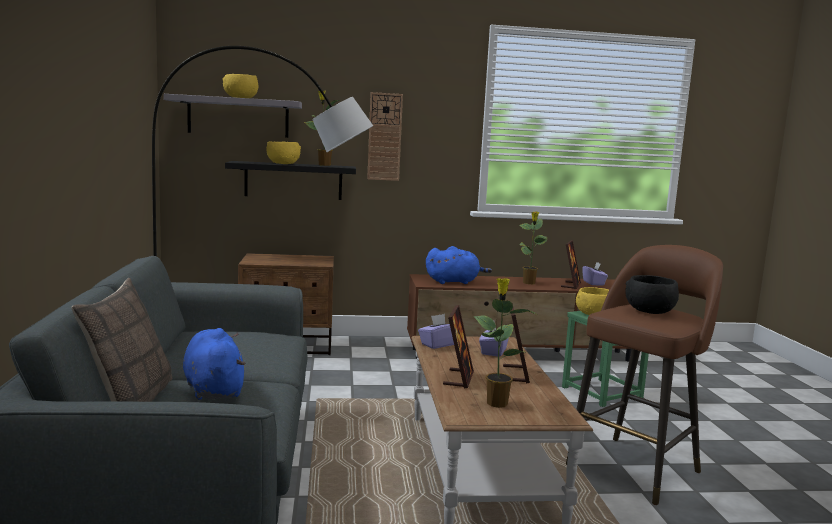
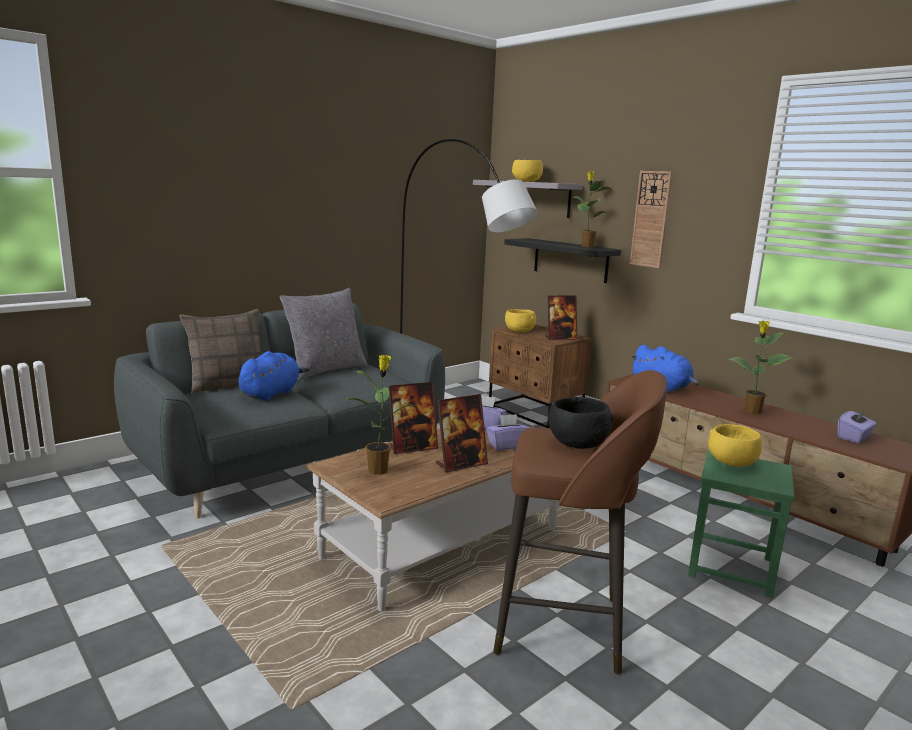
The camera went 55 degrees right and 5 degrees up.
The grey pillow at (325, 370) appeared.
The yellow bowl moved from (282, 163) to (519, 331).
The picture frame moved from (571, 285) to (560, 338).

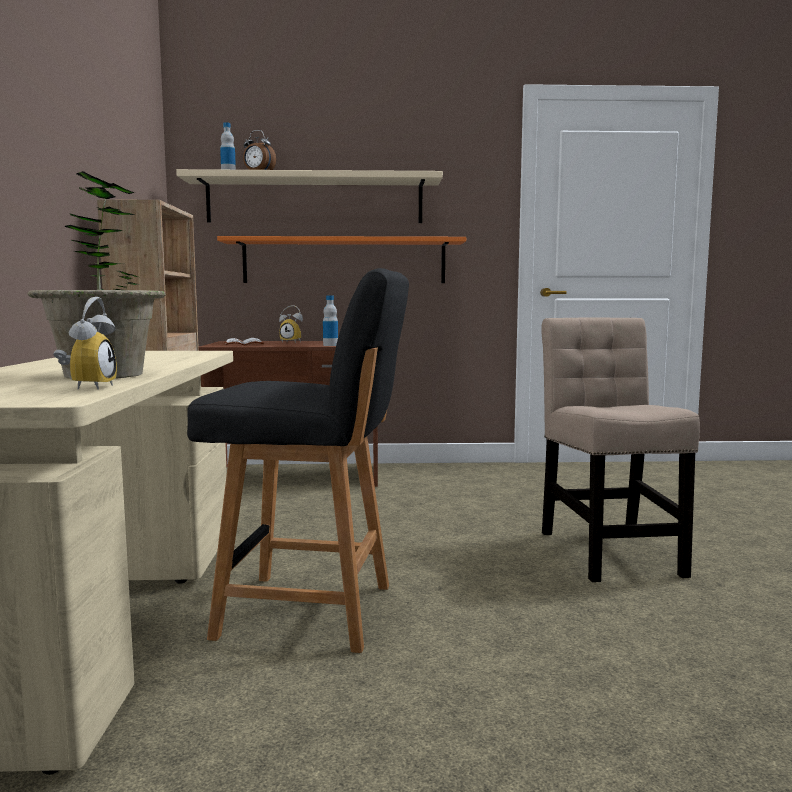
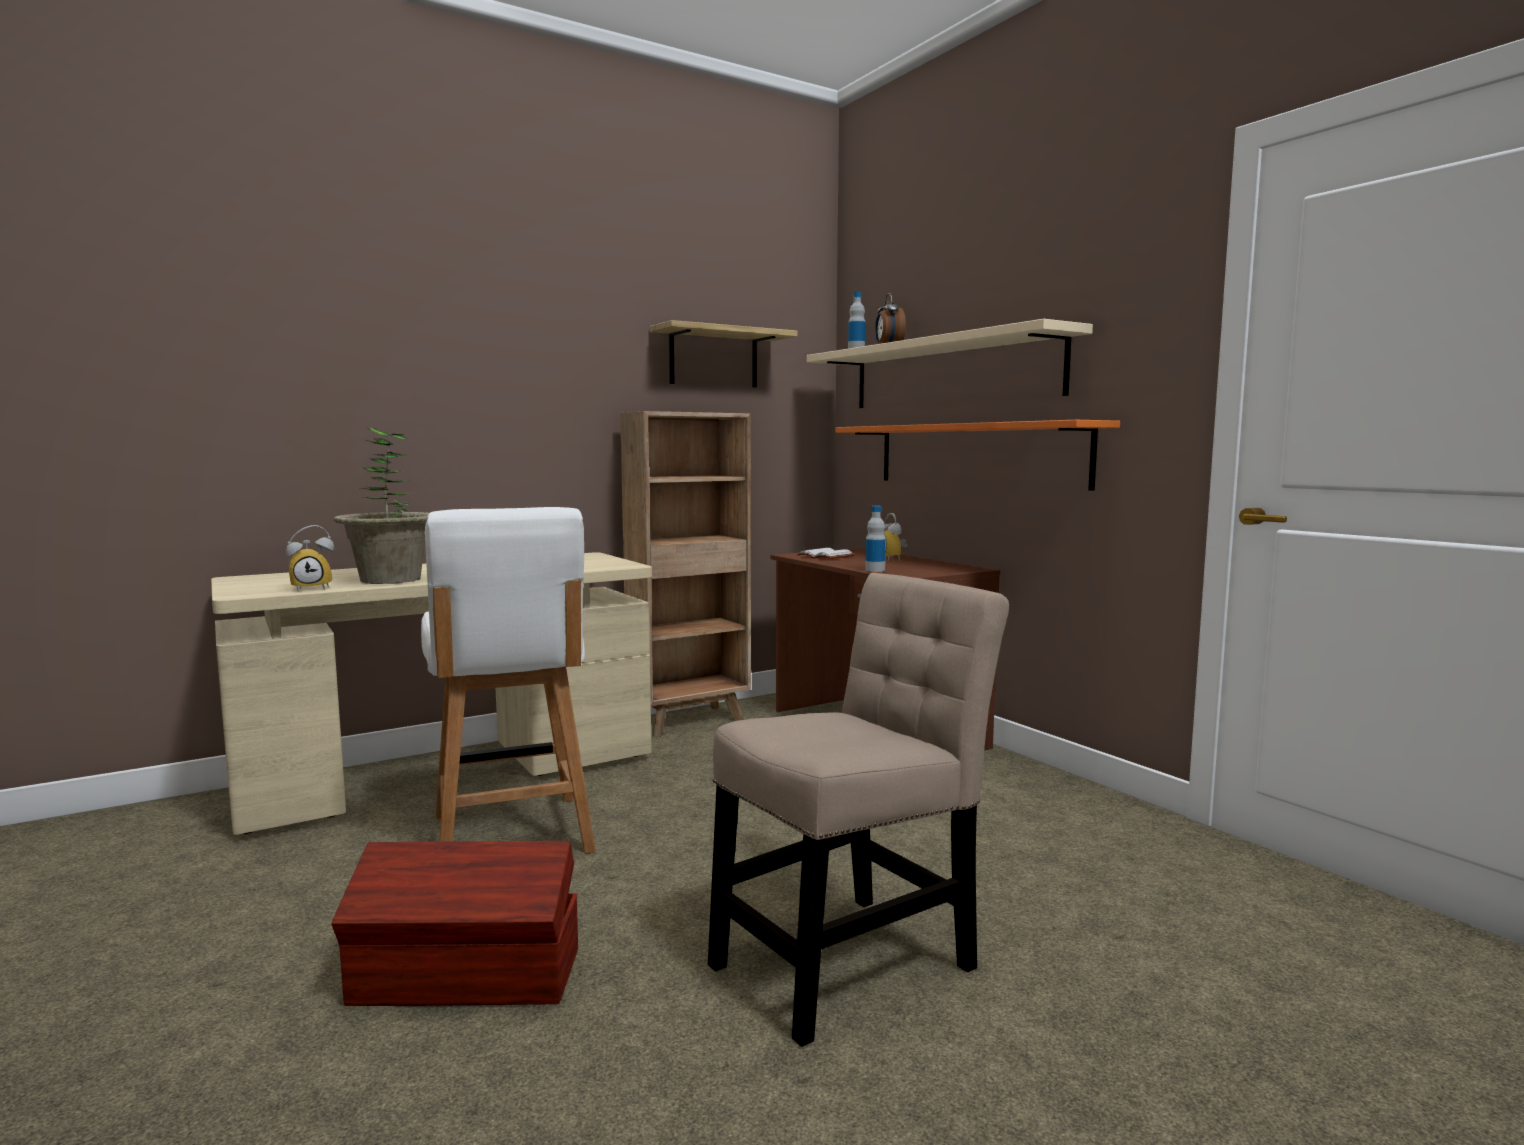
The camera went 60 degrees right and 0 degrees up.
The brown storage box at (468, 978) appeared.
The shelf at (713, 358) appeared.
The black chair at (311, 611) became the white chair at (511, 836).

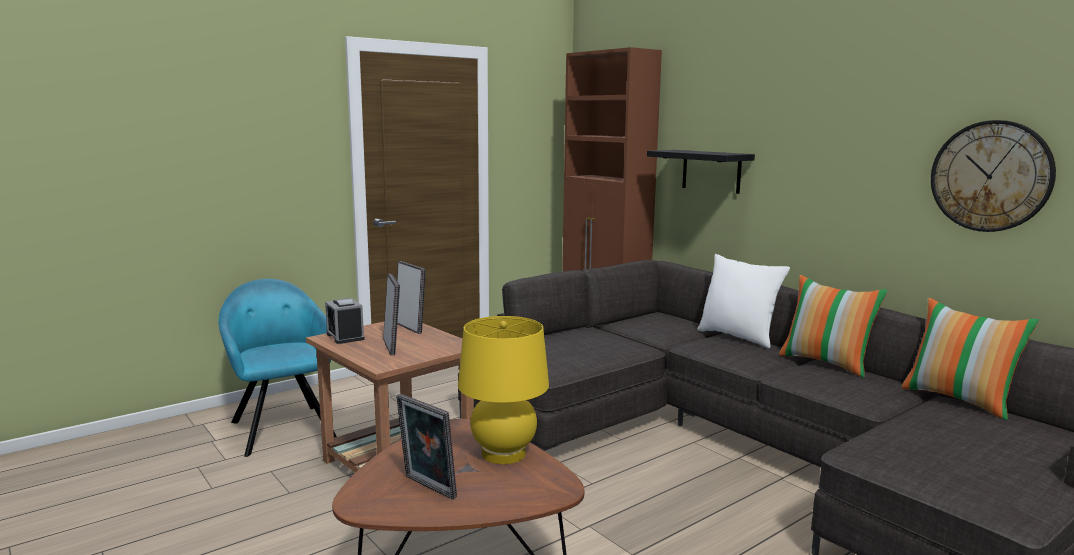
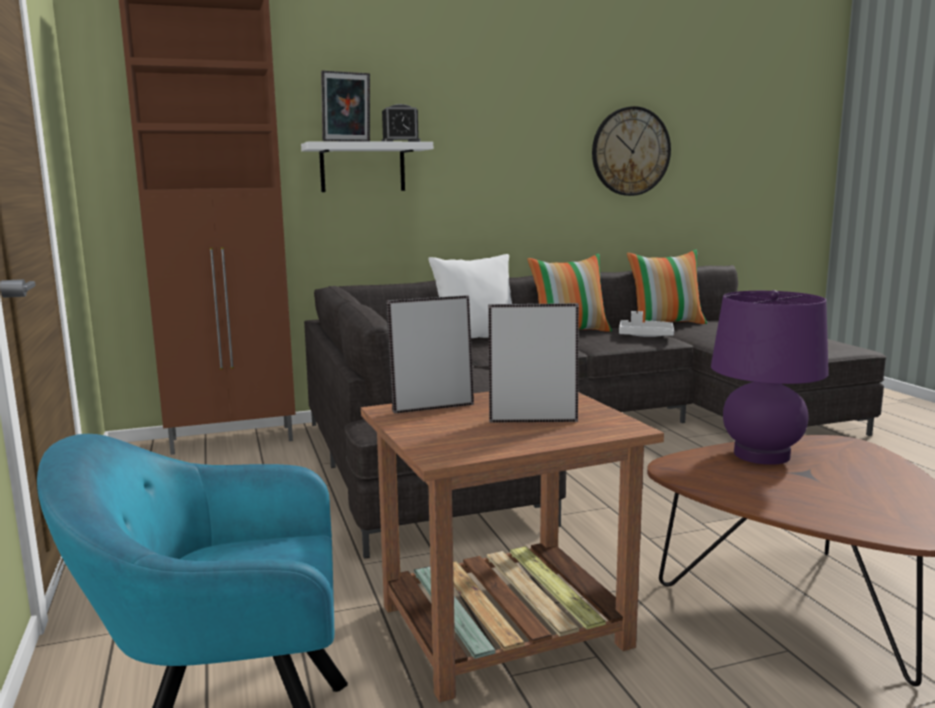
The camera went 70 degrees left and 0 degrees up.
The white tray at (645, 336) appeared.
The alarm clock moved from (345, 336) to (400, 142).
The picture frame moved from (427, 488) to (347, 141).
The yellow table lamp at (503, 453) became the purple table lamp at (761, 455).
The black shelf at (711, 171) became the white shelf at (362, 167).

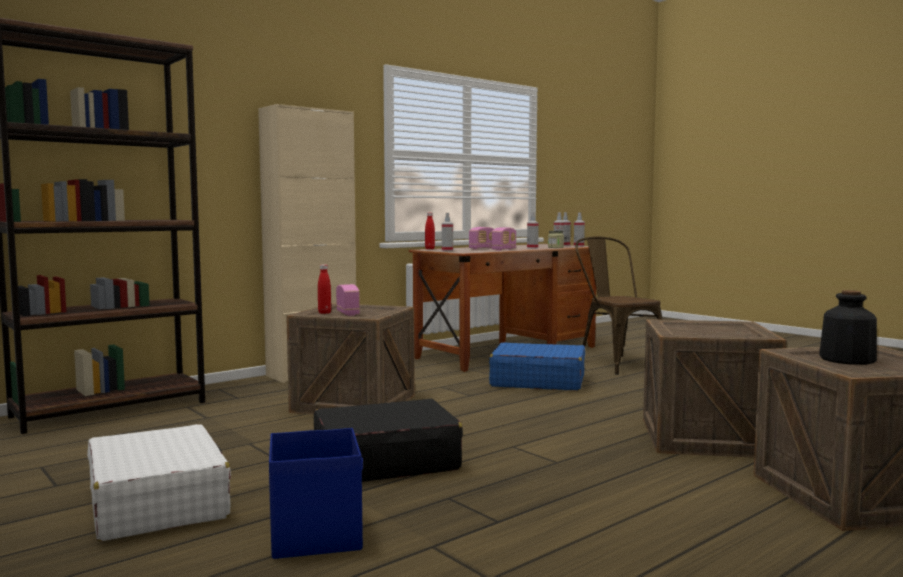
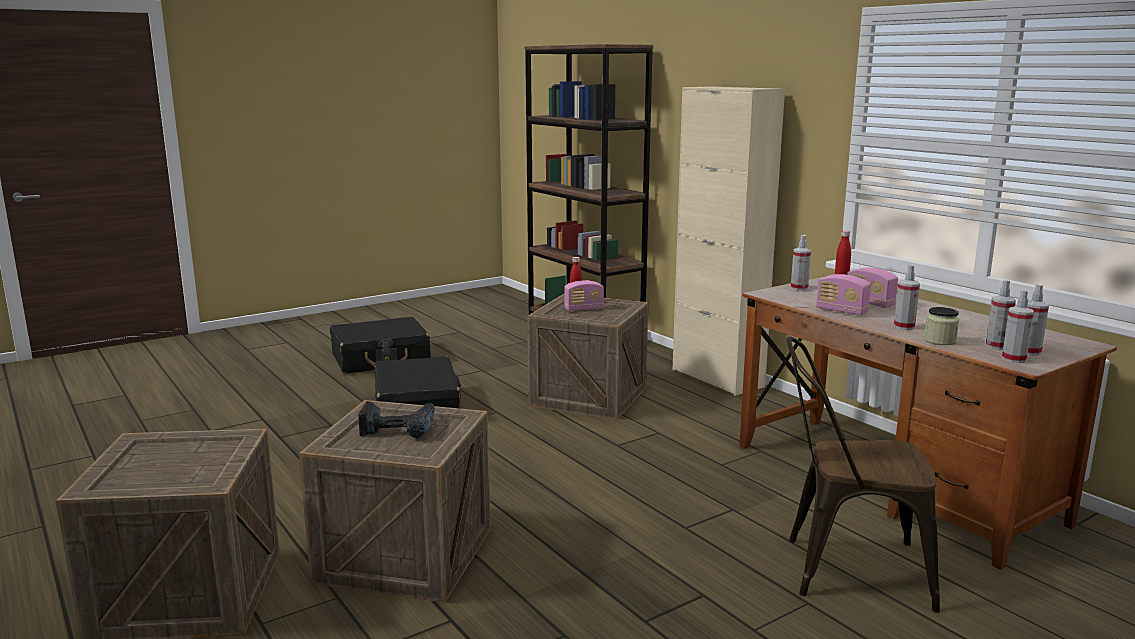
The camera went 95 degrees right and 10 degrees up.
The blue storage box at (316, 534) disappeared.
The blue suitcase at (537, 381) disappeared.
The bottle at (846, 359) disappeared.
The power drill at (398, 429) appeared.
The white suitcase at (158, 502) became the black suitcase at (381, 359).
The brown chair at (616, 363) turned 150 degrees counterclockwise.

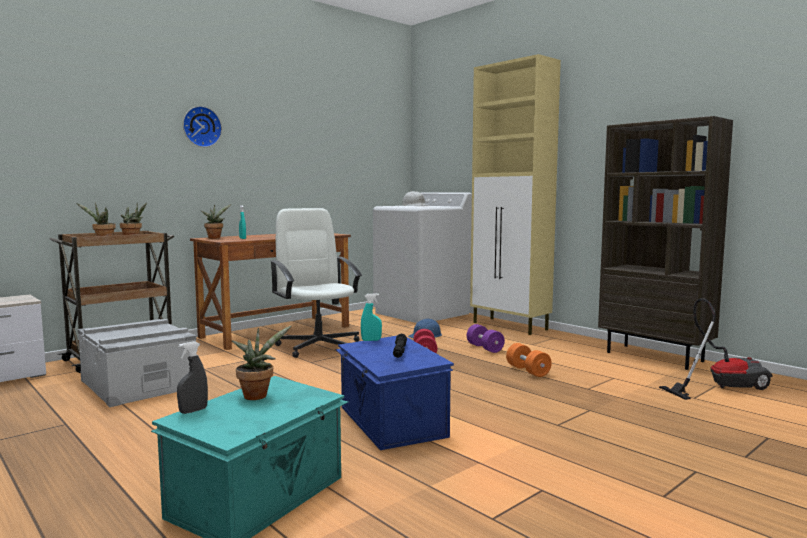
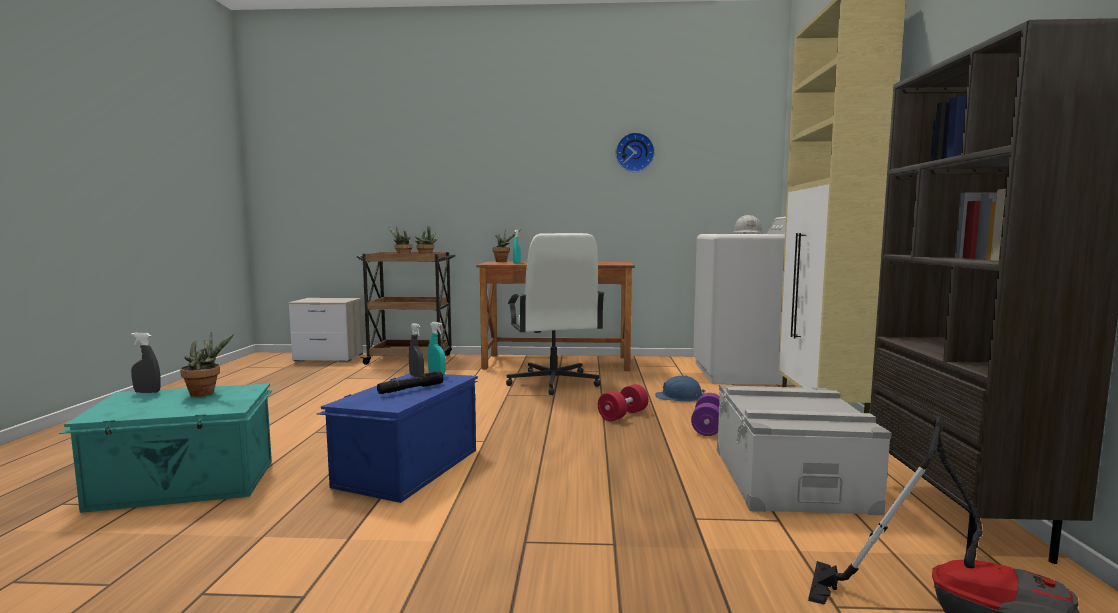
The camera went 45 degrees right and 0 degrees up.
The orange dumbbell at (528, 371) disappeared.
The grey spray bottle at (416, 376) appeared.
The grey storage box moved from (139, 384) to (790, 479).
The wall clock moved from (201, 127) to (634, 152).
The white office chair at (319, 346) turned 150 degrees clockwise.

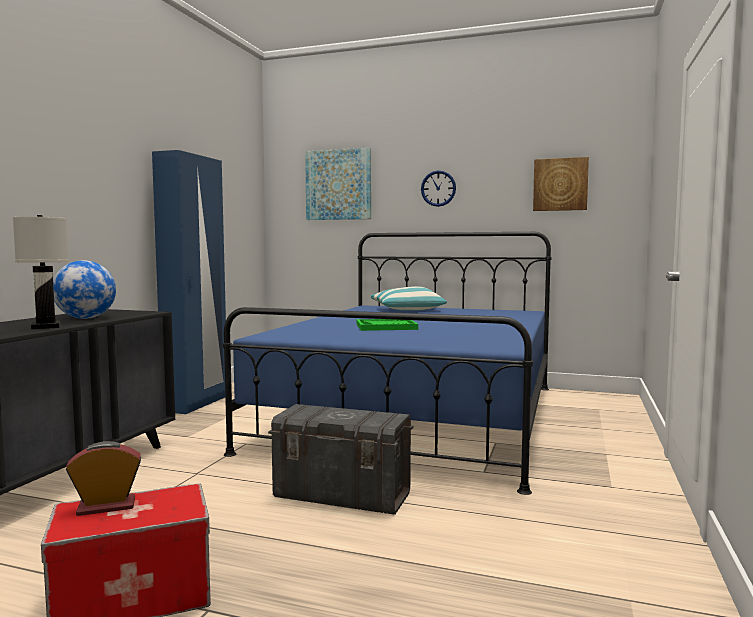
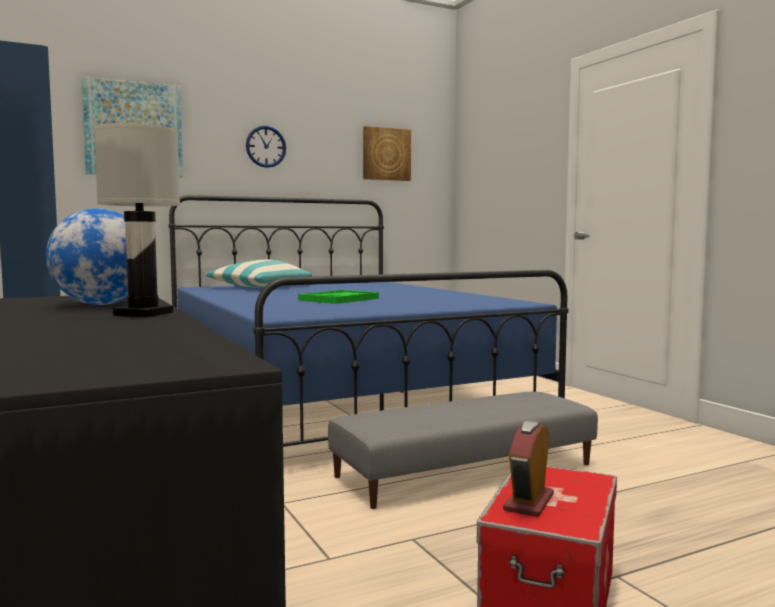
The camera went 45 degrees left and 0 degrees up.
The grey storage box at (342, 495) was replaced by the grey ottoman at (464, 470).

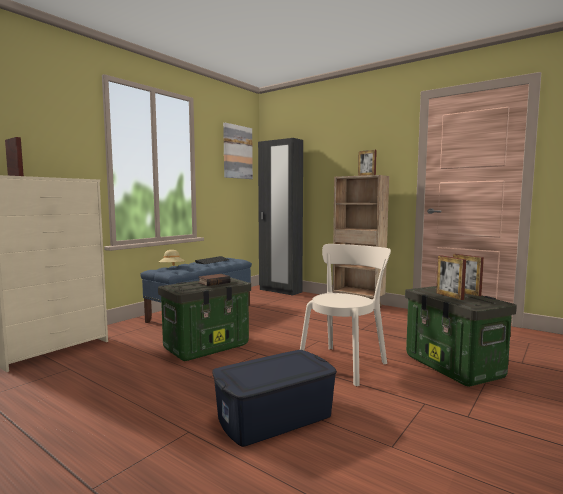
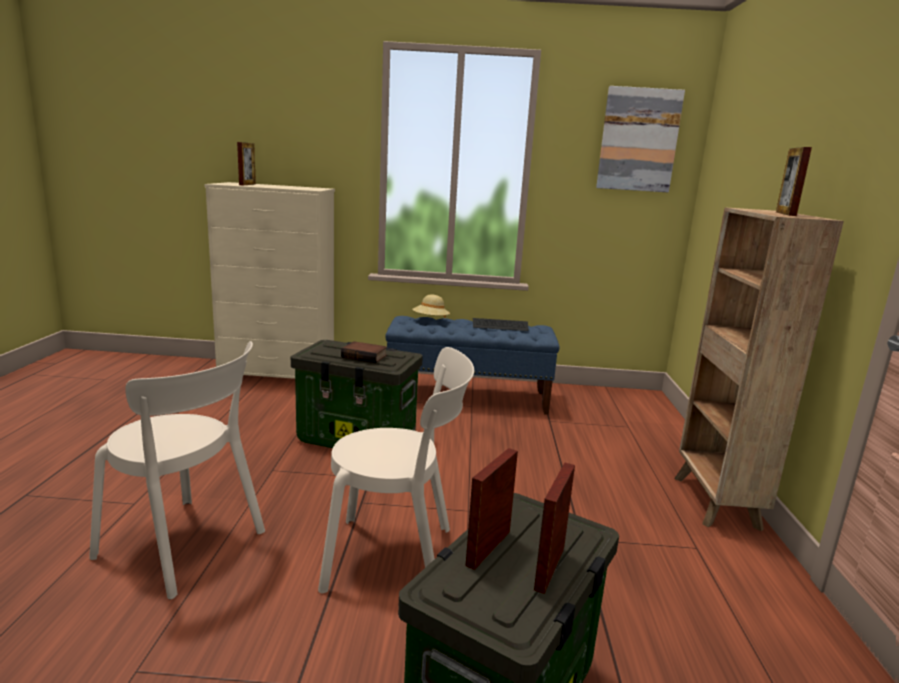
The camera went 55 degrees right and 10 degrees up.
The black wardrobe at (280, 291) disappeared.
The blue storage box at (275, 417) was replaced by the beige chair at (186, 547).

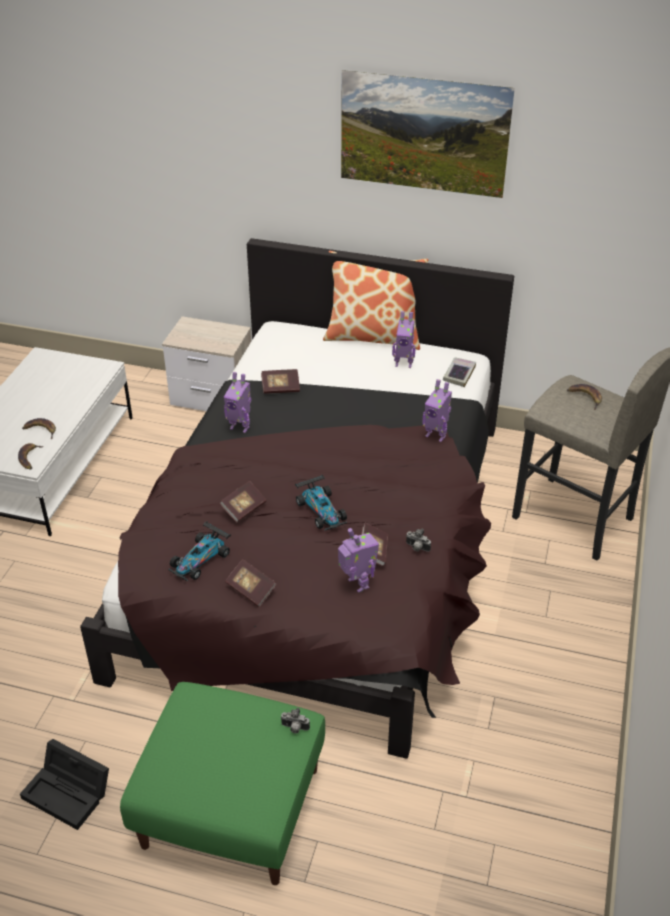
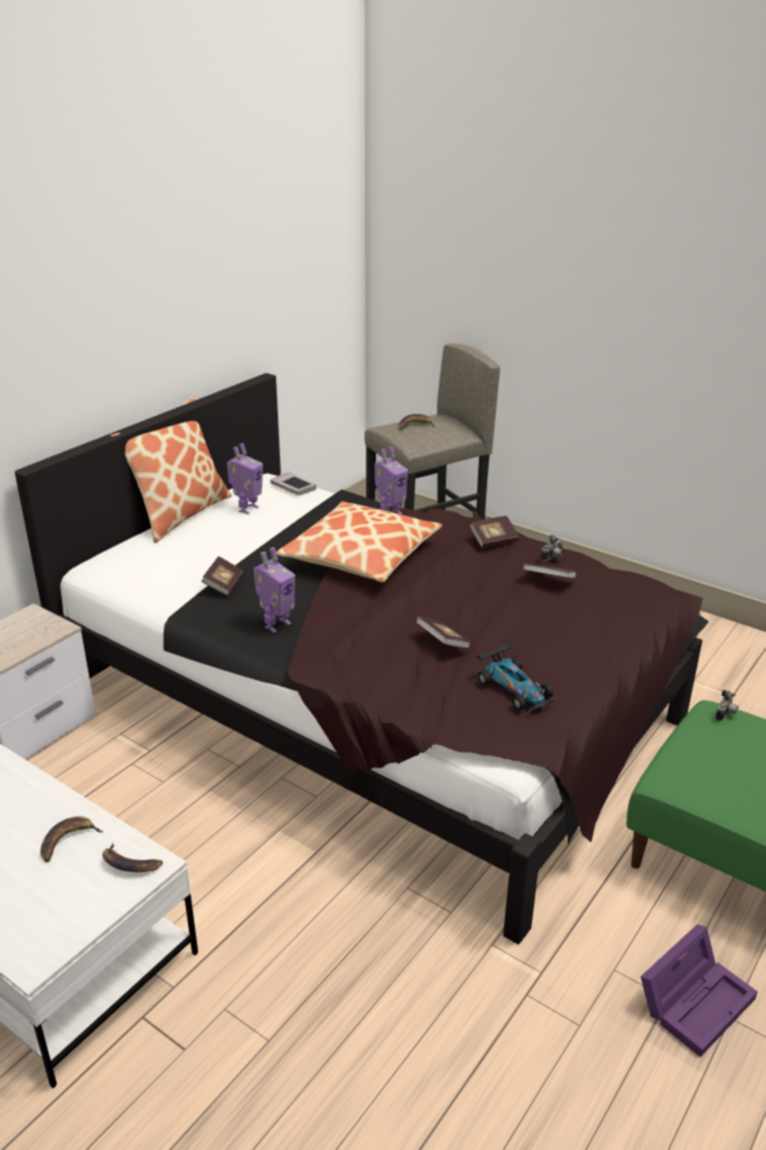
The camera went 70 degrees left and 10 degrees down.
The toy car at (322, 510) disappeared.
The toy robot at (357, 584) disappeared.
The picture at (422, 161) disappeared.
The pillow at (361, 555) appeared.
The book moved from (251, 590) to (493, 540).
The black storage box at (69, 792) became the purple storage box at (696, 999).

